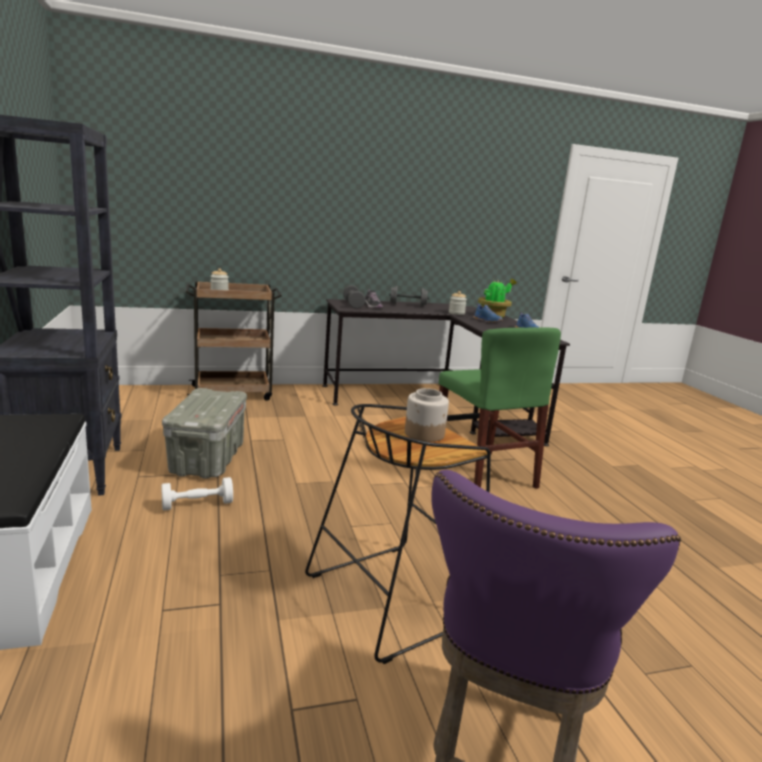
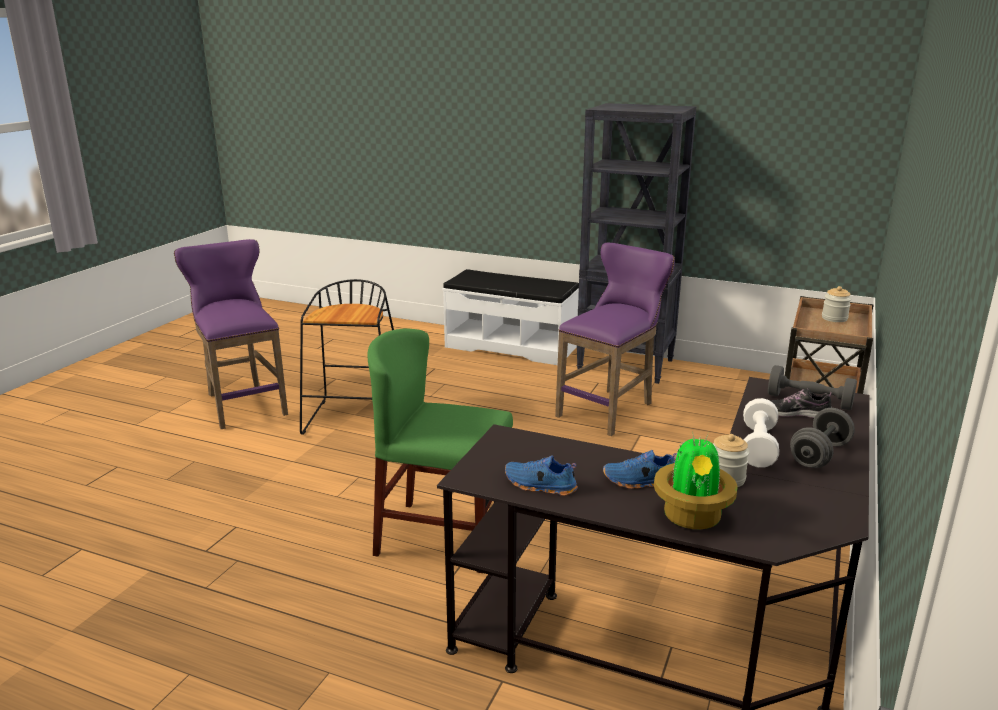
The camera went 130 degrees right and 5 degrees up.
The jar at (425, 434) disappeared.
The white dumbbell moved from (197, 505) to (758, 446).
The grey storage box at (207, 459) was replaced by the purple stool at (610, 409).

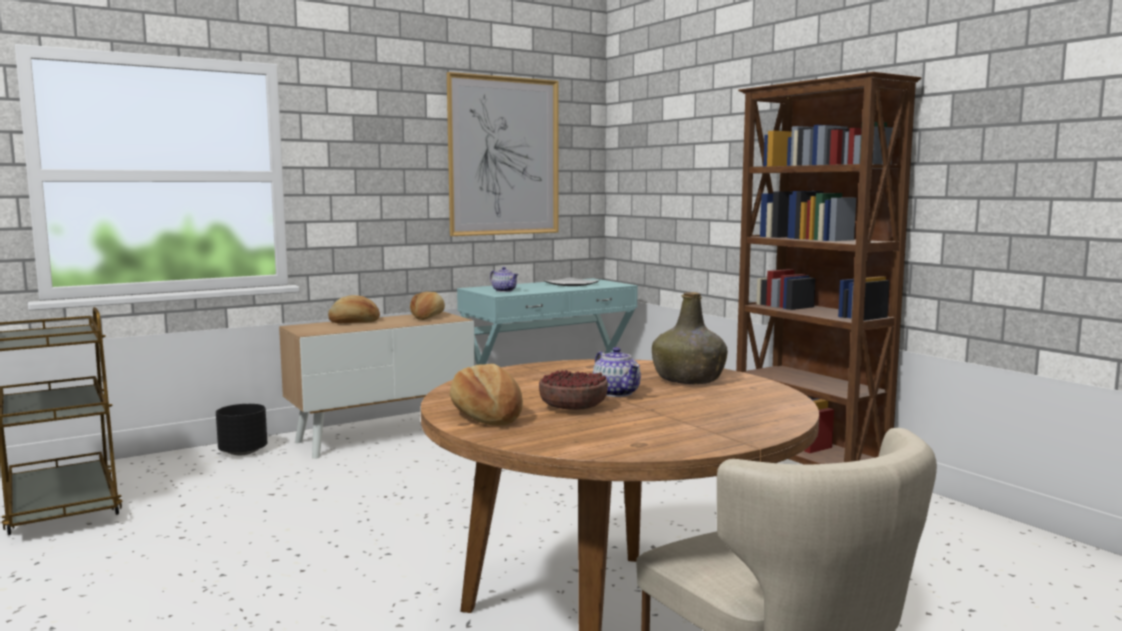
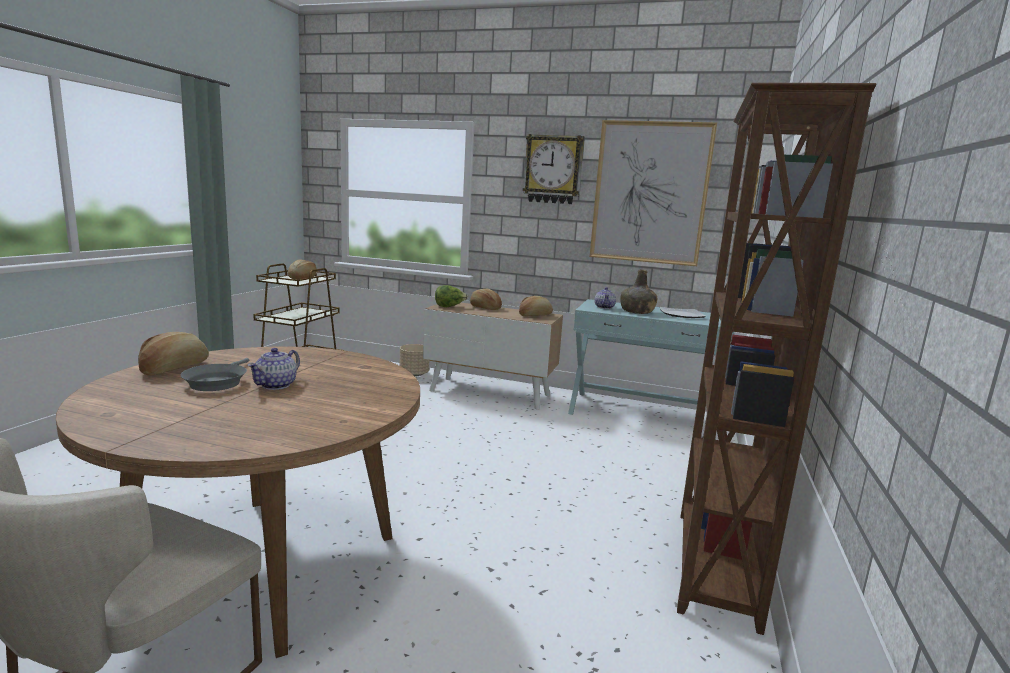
The camera went 50 degrees right and 5 degrees up.
The bread at (302, 278) appeared.
The lettuce at (449, 307) appeared.
The wall clock at (553, 169) appeared.
The green bottle moved from (689, 379) to (637, 311).
The bowl at (573, 407) was replaced by the grey frying pan at (217, 382).
The black planter at (243, 452) became the beige planter at (414, 374).

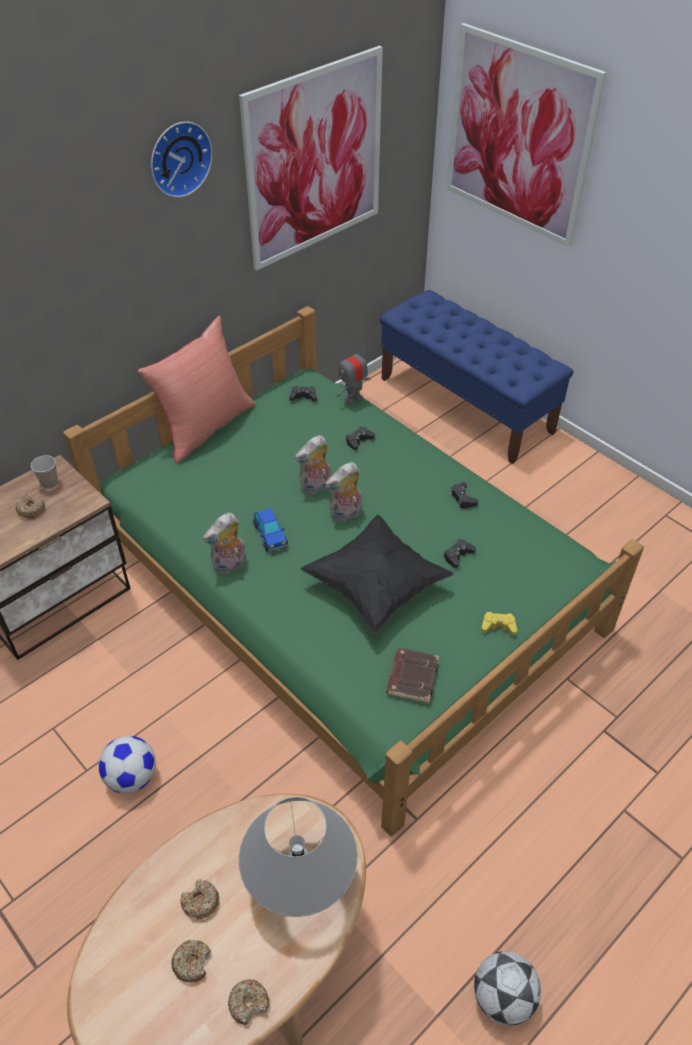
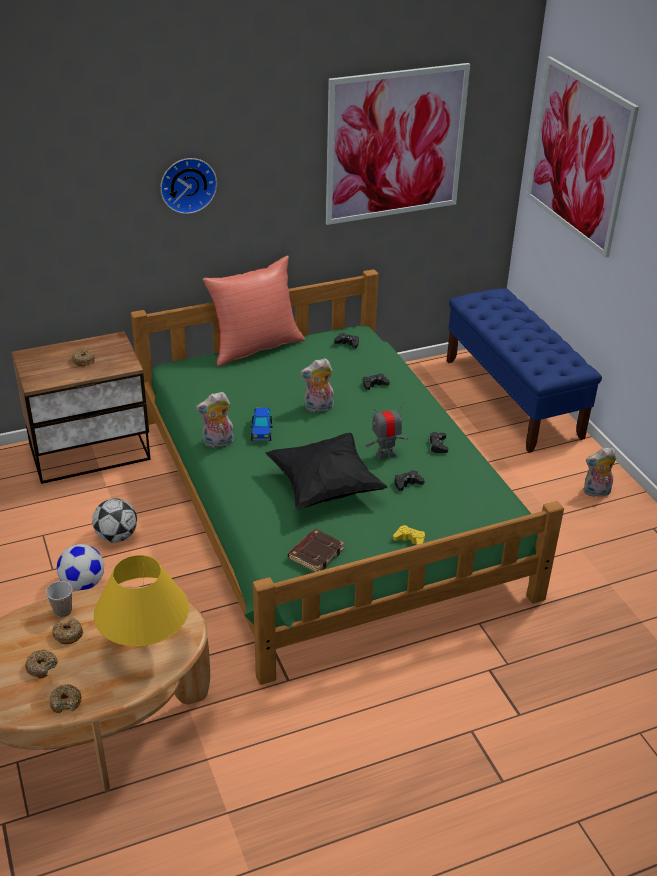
The camera went 20 degrees right and 10 degrees down.
The cup moved from (49, 483) to (63, 611).
The wall clock moved from (178, 158) to (187, 184).
The plush toy moved from (346, 514) to (596, 492).
The toy robot moved from (353, 399) to (385, 454).
The football moved from (502, 997) to (116, 536).
The grey table lamp at (300, 881) became the yellow table lamp at (145, 645).

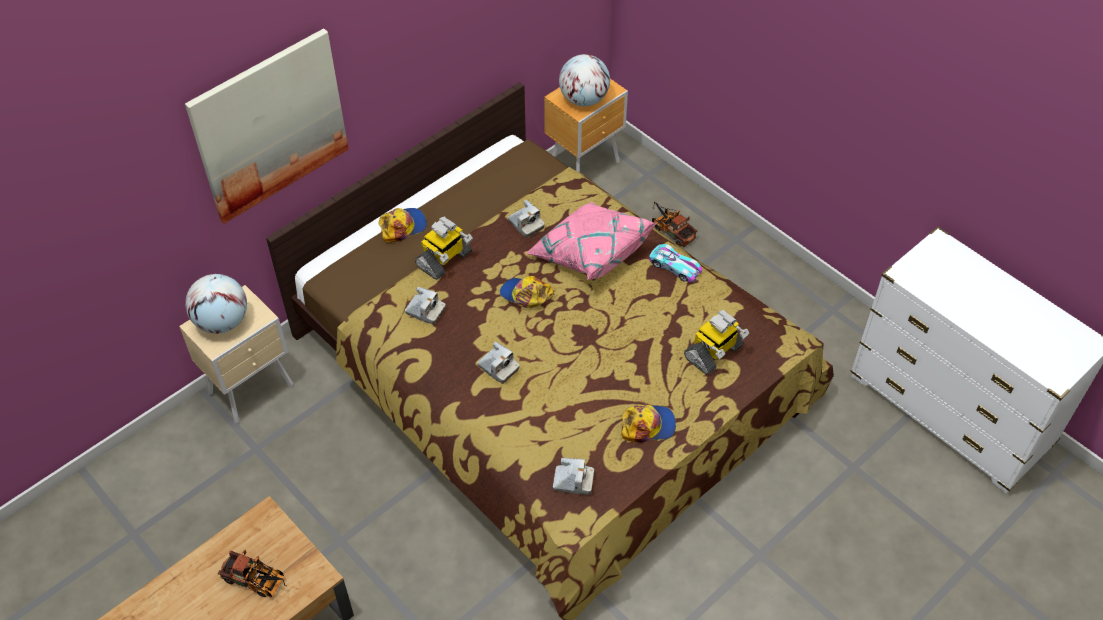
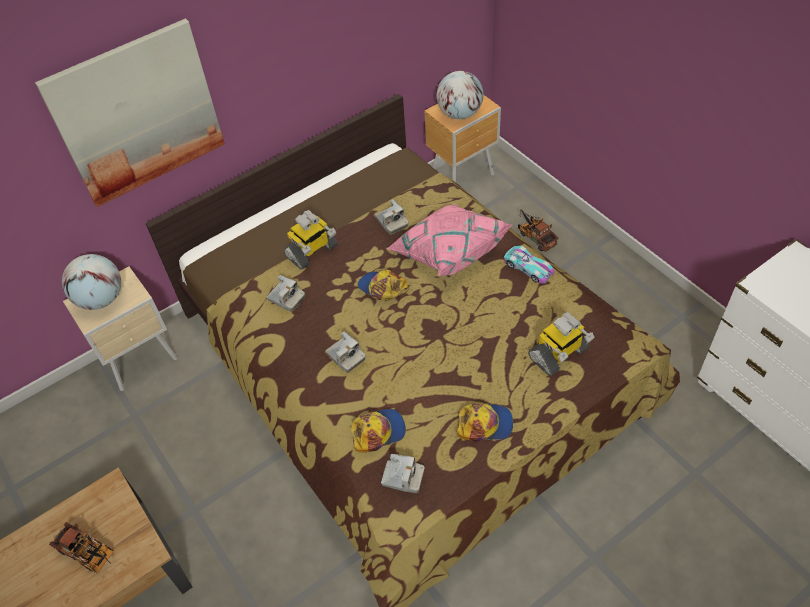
The camera went 10 degrees right and 0 degrees up.
The cap moved from (402, 226) to (378, 432).

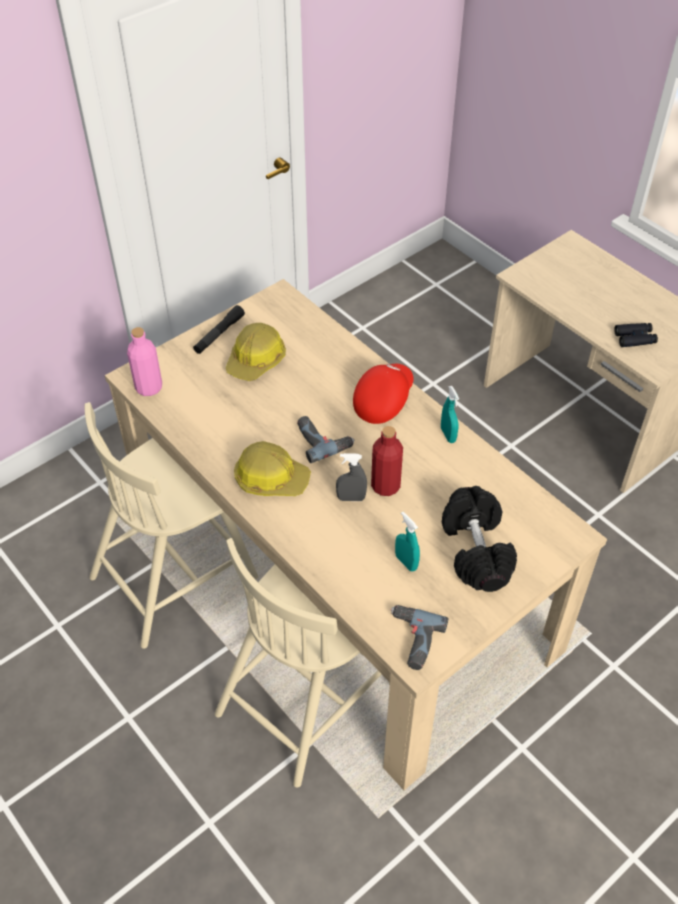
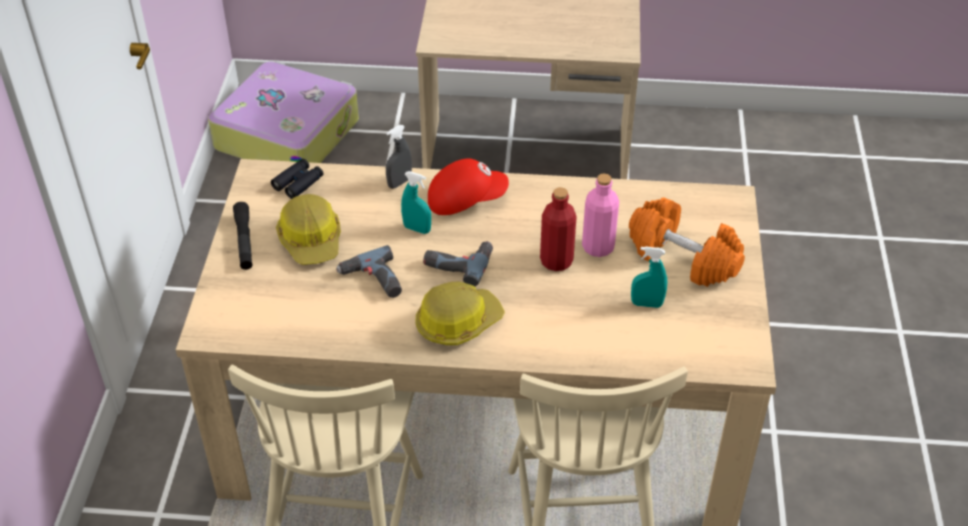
The camera went 45 degrees left and 5 degrees down.
The suitcase at (287, 133) appeared.
The pink bottle moved from (149, 388) to (598, 247).
The grey spray bottle moved from (351, 498) to (399, 183).
The power drill moved from (411, 640) to (372, 281).
The turquoise spray bottle moved from (448, 435) to (417, 229).
The black binoculars moved from (635, 338) to (298, 183).
The black dumbbell at (475, 550) became the orange dumbbell at (682, 258).
The red cap at (382, 400) turned 90 degrees clockwise.

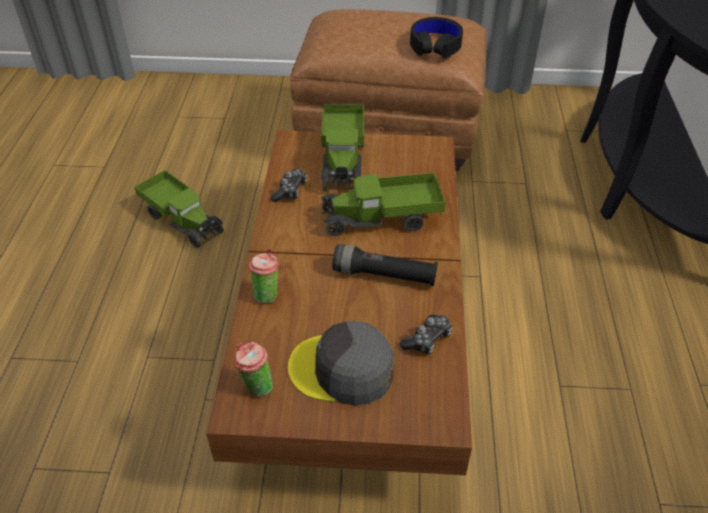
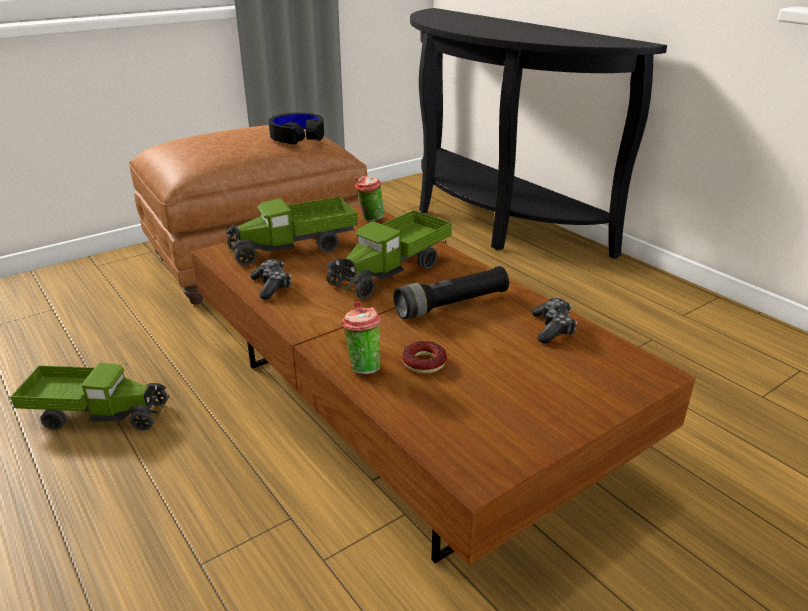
The camera went 40 degrees left and 15 degrees down.
The grey cap at (342, 370) disappeared.
The donut at (424, 362) appeared.
The cup moved from (255, 386) to (369, 219).
The toy truck at (343, 160) turned 105 degrees clockwise.

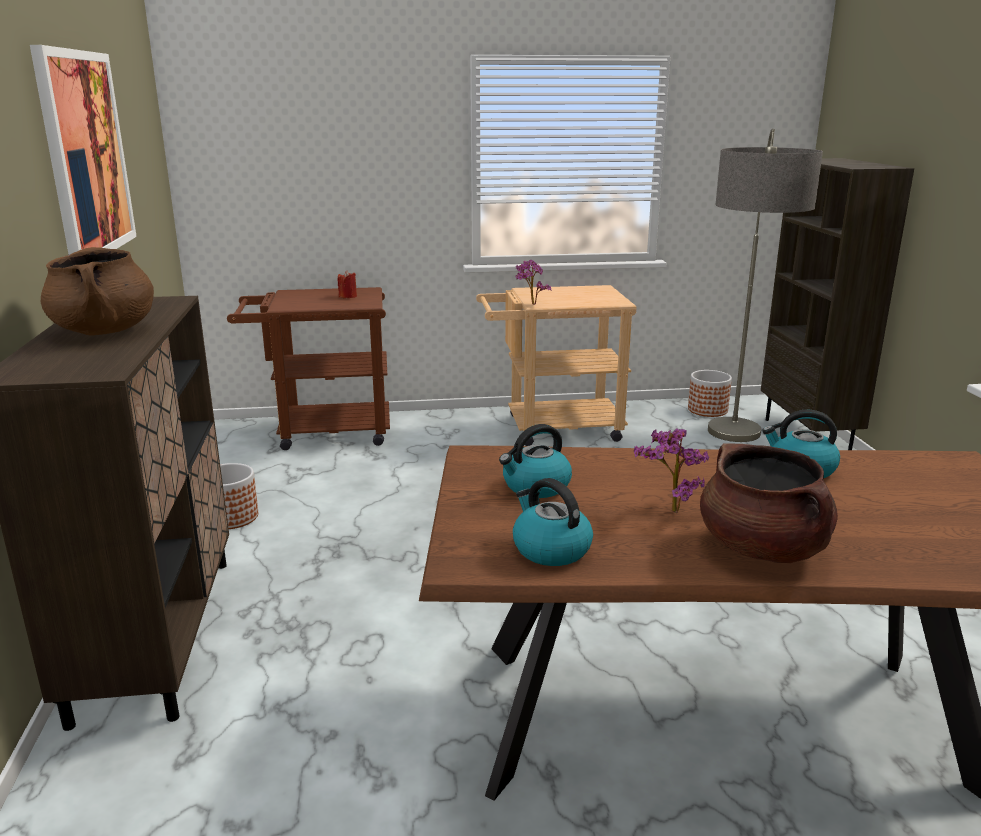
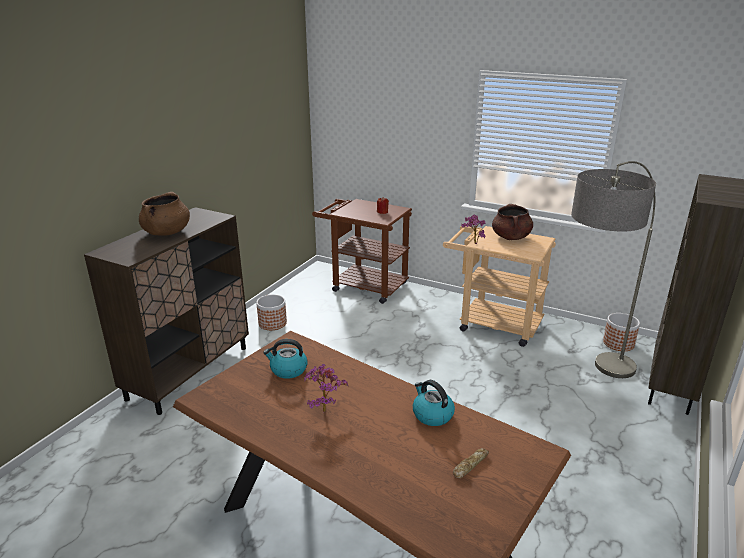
The camera went 35 degrees right and 5 degrees up.
The picture at (86, 155) disappeared.
The kettle at (550, 549) disappeared.
The bread at (470, 465) appeared.
The brown cooking pot moved from (762, 548) to (511, 237).

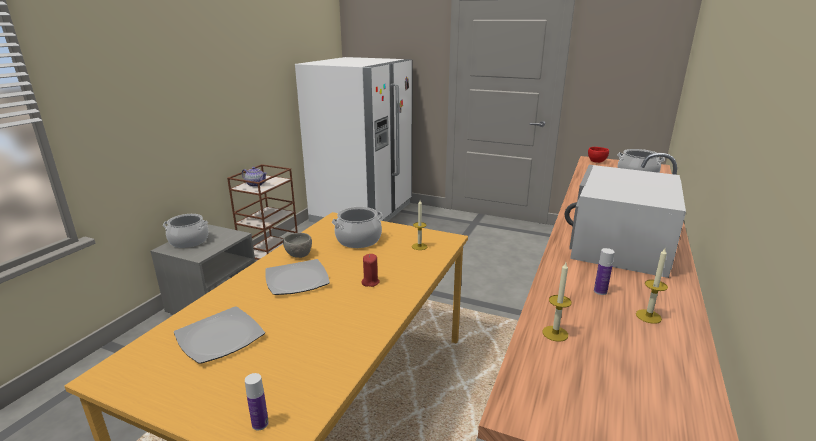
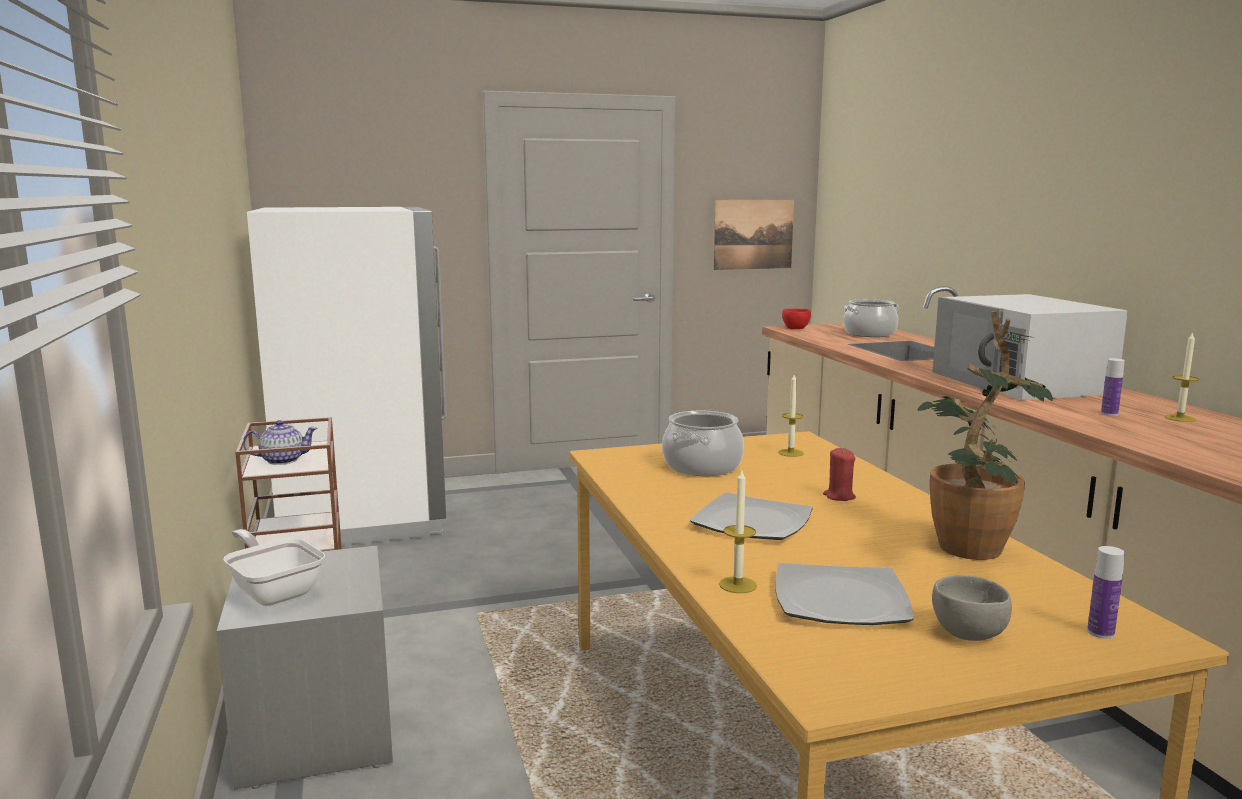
The camera went 40 degrees left and 10 degrees down.
The picture at (753, 234) appeared.
The potted plant at (967, 554) appeared.
The grey bowl moved from (298, 255) to (970, 635).
The candle moved from (555, 333) to (738, 585).
The cooking pot at (189, 241) was replaced by the frying pan at (274, 591).

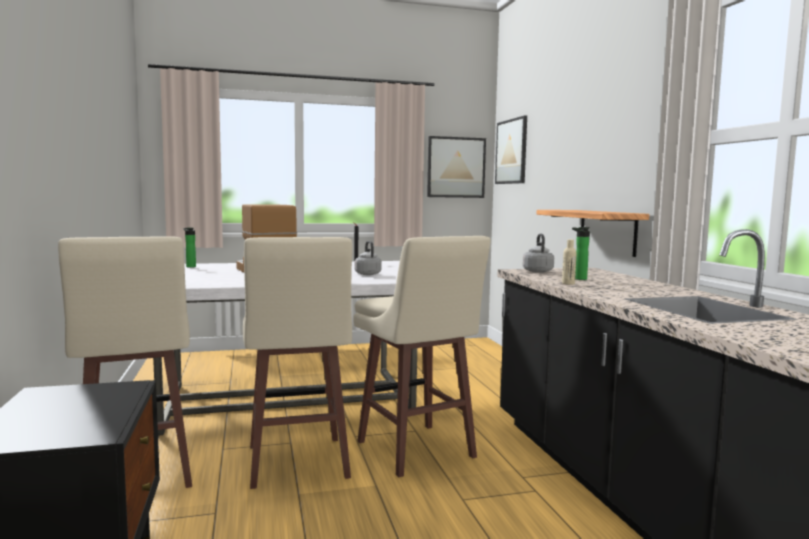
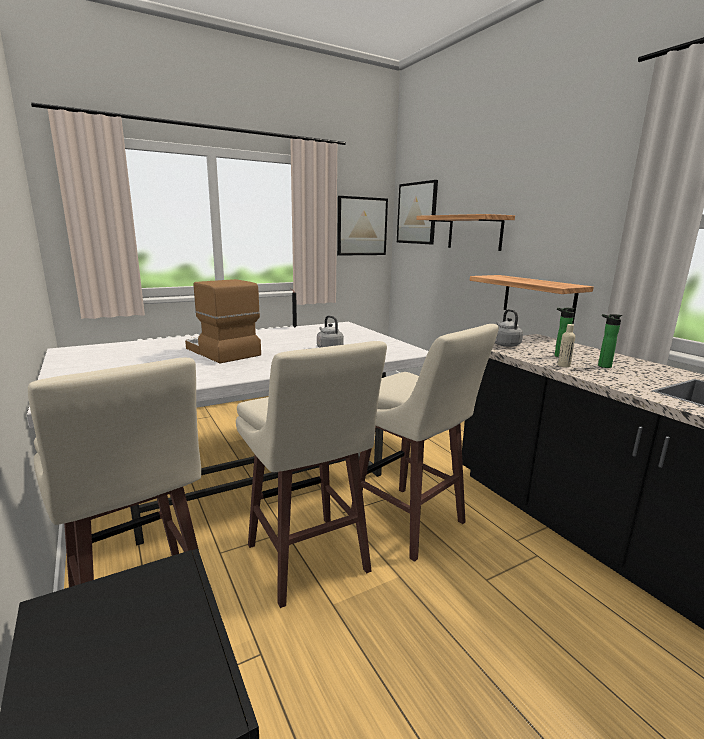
The camera went 15 degrees left and 10 degrees up.
The shelf at (474, 232) appeared.
The bottle moved from (190, 266) to (602, 366).

